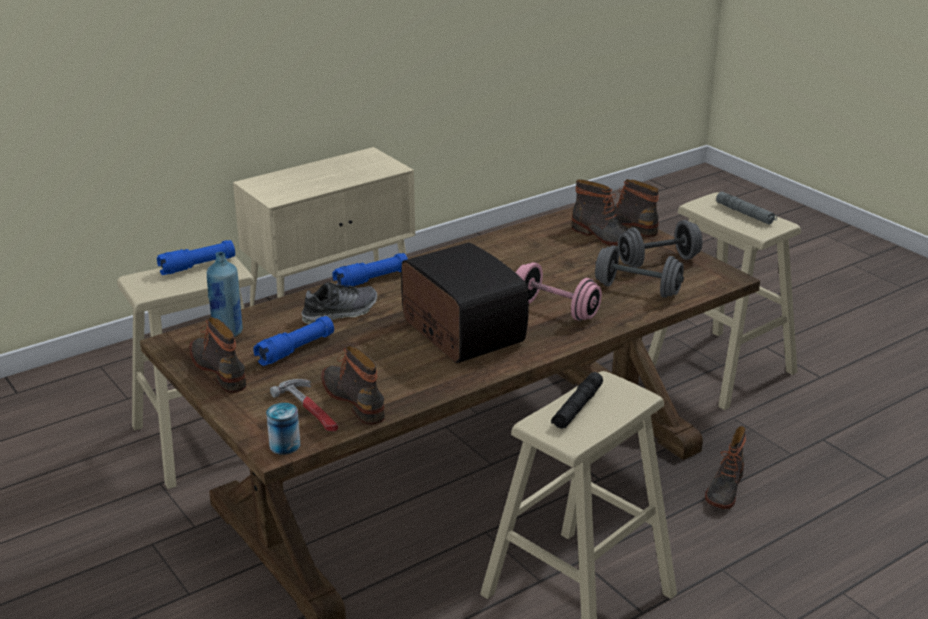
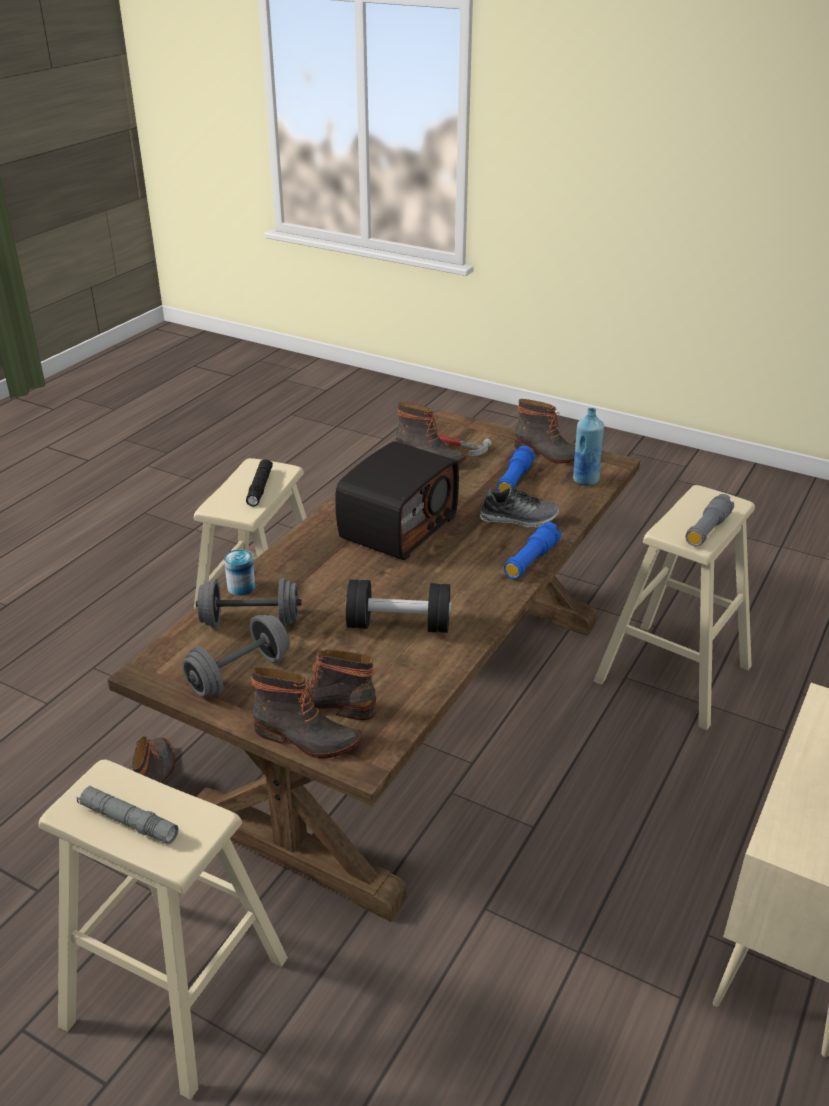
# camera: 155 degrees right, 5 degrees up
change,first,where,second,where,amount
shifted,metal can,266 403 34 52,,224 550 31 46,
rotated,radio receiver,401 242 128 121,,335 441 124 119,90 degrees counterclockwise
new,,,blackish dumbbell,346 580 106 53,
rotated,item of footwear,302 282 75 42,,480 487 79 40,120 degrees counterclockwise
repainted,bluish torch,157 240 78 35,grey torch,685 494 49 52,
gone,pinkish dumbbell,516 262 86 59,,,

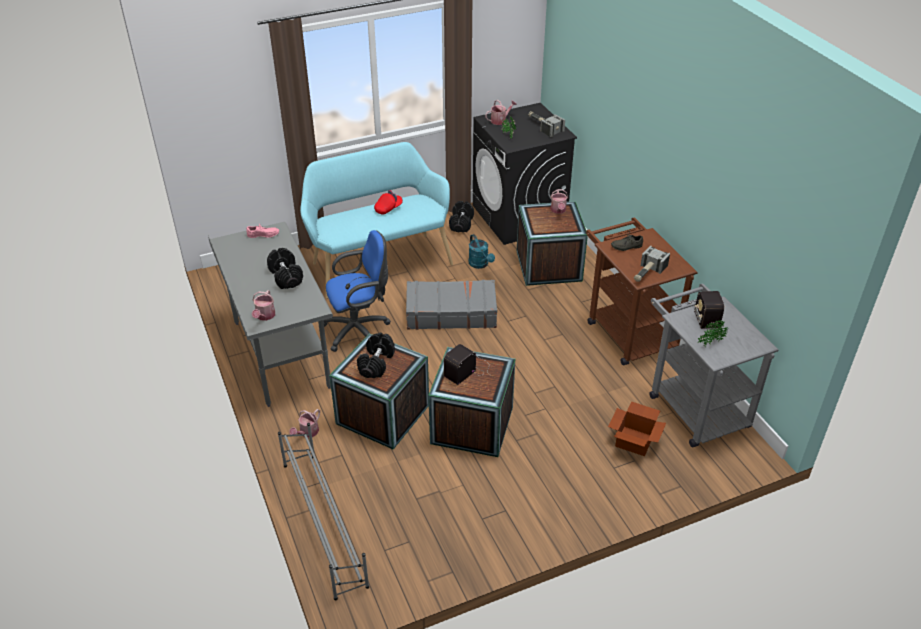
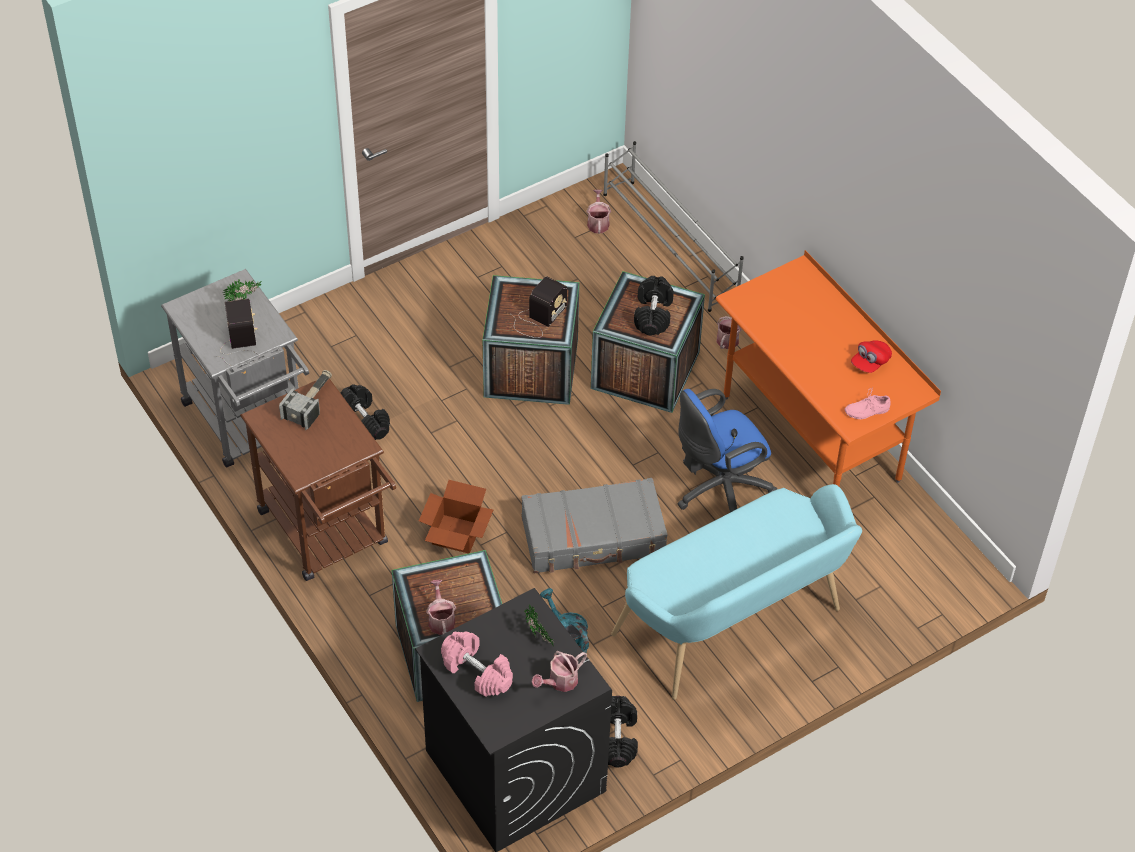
# camera: 170 degrees right, 10 degrees up
change,first,where,second,where,amount
shifted,blackish dumbbell,267 248 36 41,,341 384 49 56,
shifted,packing box,608 401 58 55,,419 480 75 74,
swapped,tool hammer,528 111 37 26,pinkish dumbbell,441 631 72 66,
shifted,watering can,251 290 24 31,,587 190 24 44,
repainted,grey desk unit,208 222 125 185,orange desk unit,715 250 226 236,
shifted,red baseball cap,374 190 29 25,,851 340 41 33,
gone,grey item of footwear,611 230 32 21,,,

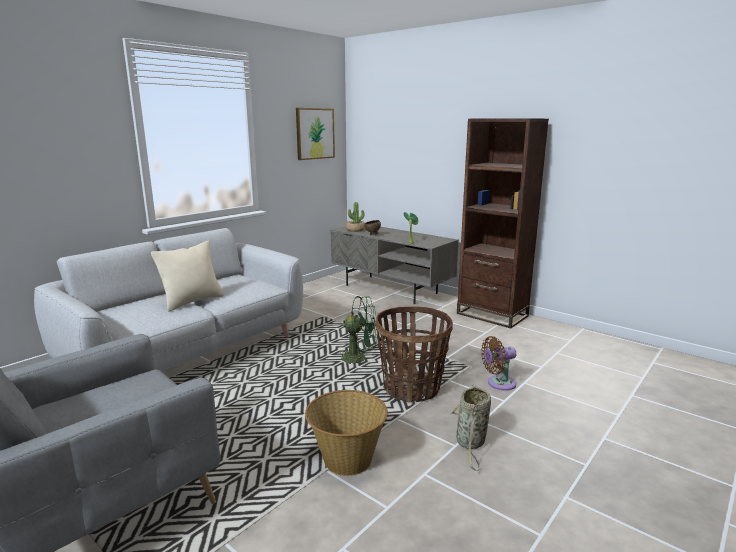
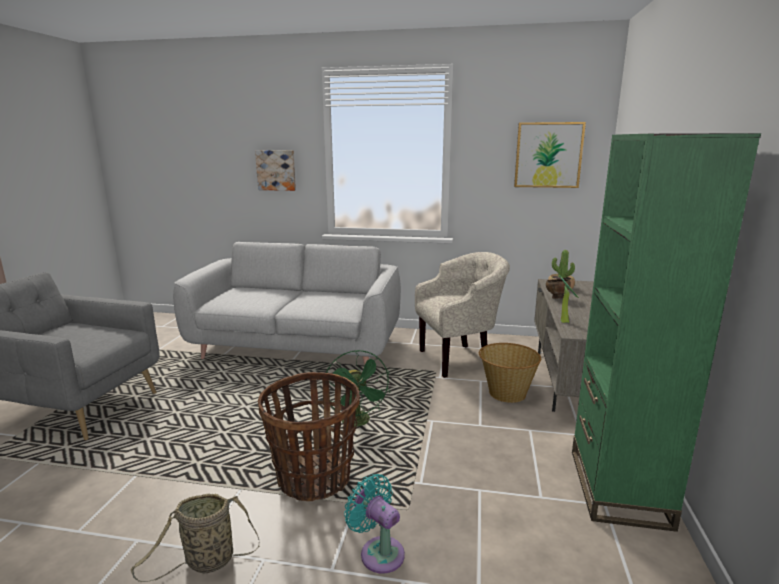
# camera: 60 degrees right, 0 degrees up
change,first,where,second,where,amount
new,,,wall art,255 150 41 41,
repainted,brown-coloured cooling fan,481 336 35 55,blue-green cooling fan,344 474 61 100,
new,,,beige lounge chair,415 252 95 126,
shifted,household basket,305 390 83 86,,479 343 62 60,
repainted,brown-coloured bookcase,457 118 92 210,greenish bookcase,572 133 189 399,
gone,beige pillow,151 241 73 70,,,

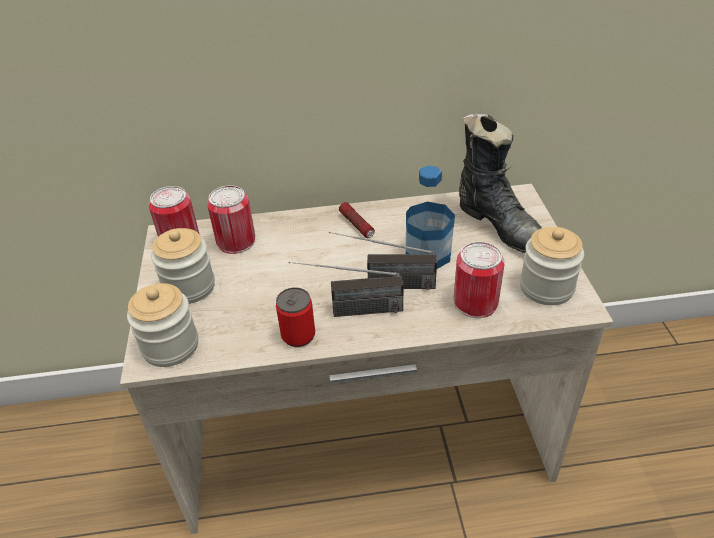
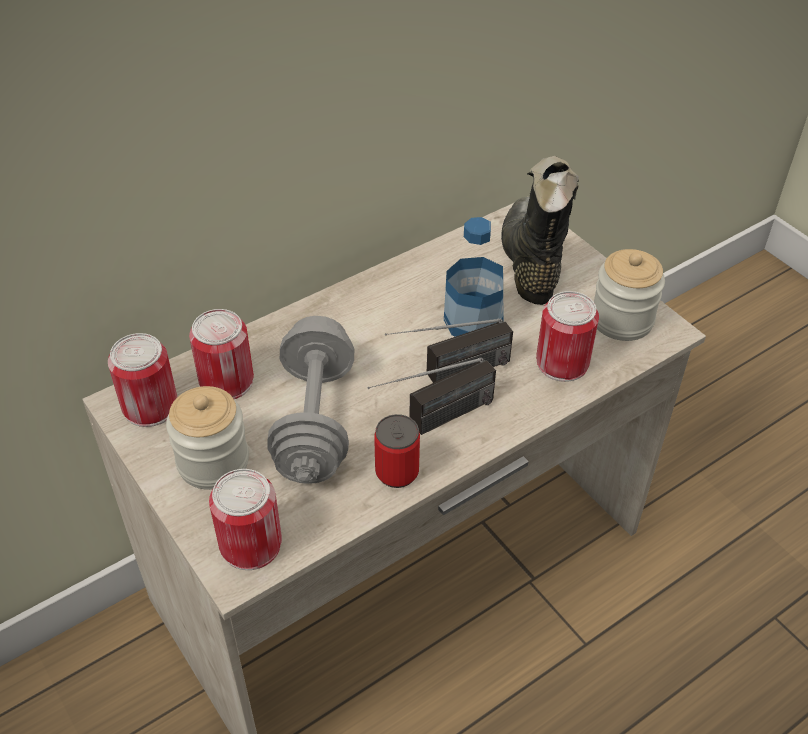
# camera: 30 degrees left, 5 degrees up
change,first,where,second,where,amount
swapped,storage jar,127 283 71 84,metal can,209 469 73 101,
new,,,grey dumbbell,268 316 86 168,
rotated,blackish boot,458 114 84 139,,501 156 78 149,120 degrees counterclockwise
gone,torch,339 202 36 36,,,

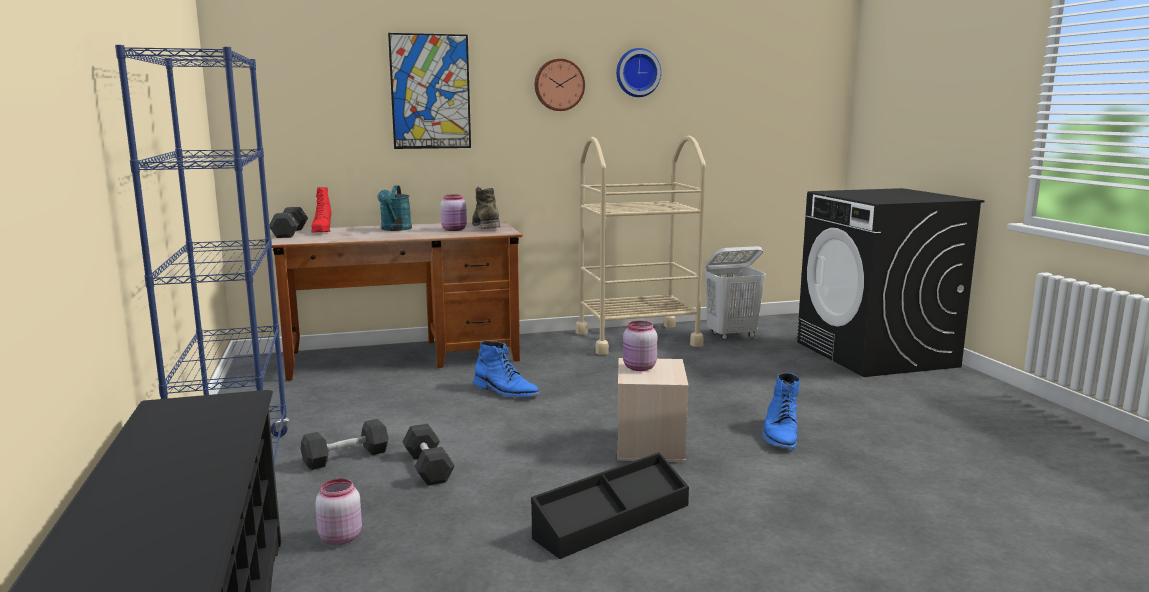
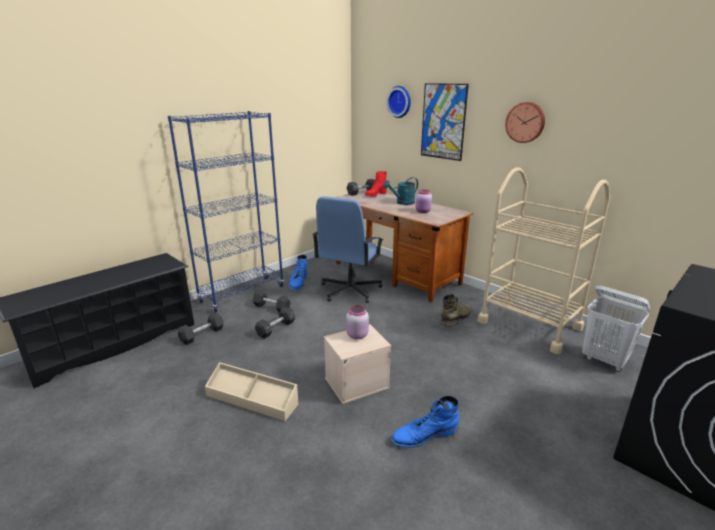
# camera: 60 degrees right, 10 degrees up
change,first,where,second,where,amount
swapped,pinkish storage jar,315 479 47 66,blackish dumbbell,178 313 46 32,
repainted,blackish storage container,531 452 158 107,beige storage container,205 362 93 59,
shifted,bluish boot,474 341 66 56,,289 255 18 35,
new,,,bluish computer chair,312 196 71 107,
shifted,hanging clock,616 48 45 49,,387 86 24 32,
shifted,greenish boot,472 187 28 42,,441 294 31 33,

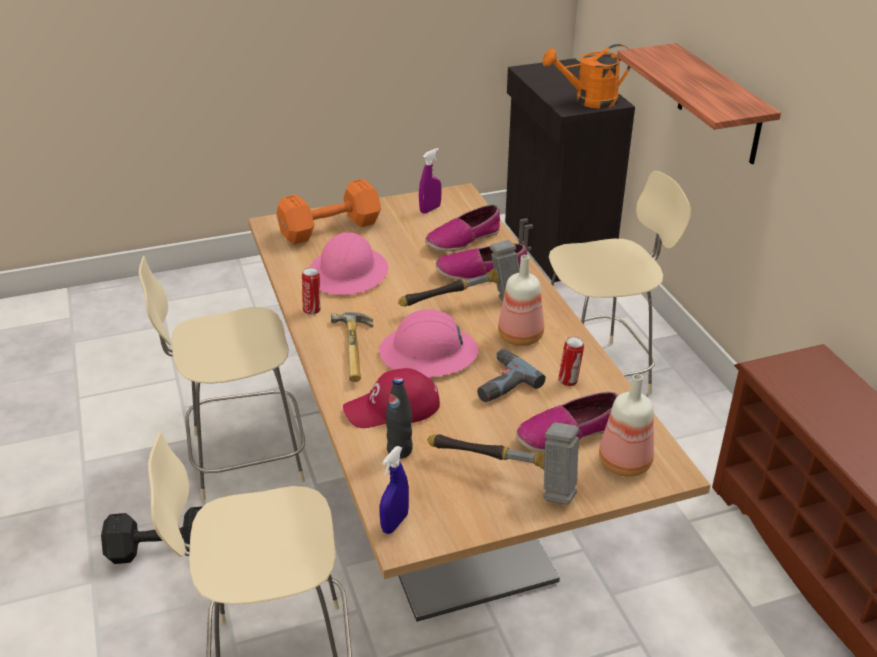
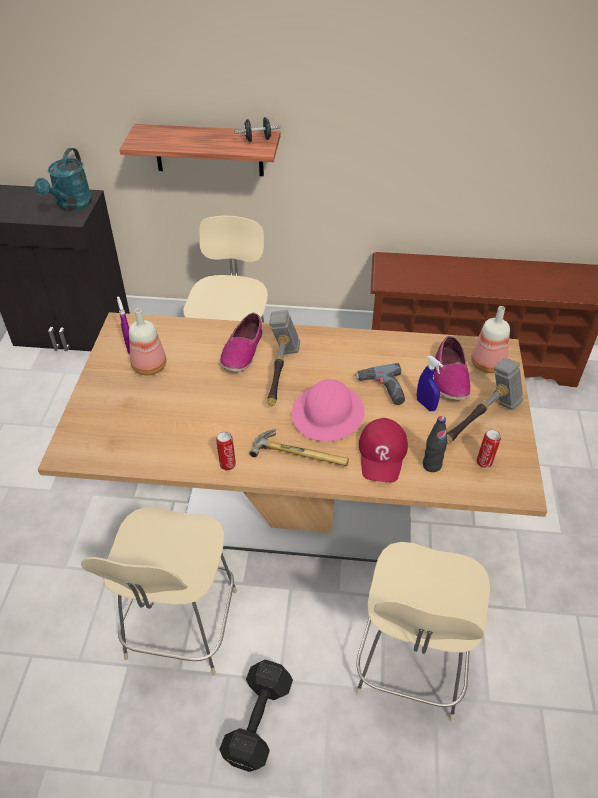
# camera: 65 degrees left, 10 degrees up
change,first,where,second,where,amount
repainted,orange watering can,543 44 87 65,blue-green watering can,34 148 58 63,
shifted,bottle,498 255 46 91,,129 308 37 67,
new,,,blackish dumbbell,234 117 47 25,
shifted,bluish hand sprayer,380 446 29 88,,417 356 26 55,
shifted,metal can,558 337 26 49,,476 429 25 39,
gone,orange dumbbell,276 179 105 65,,,
gone,pinkish work helmet,309 232 80 63,,,
gone,item of footwear,425 205 75 47,,,

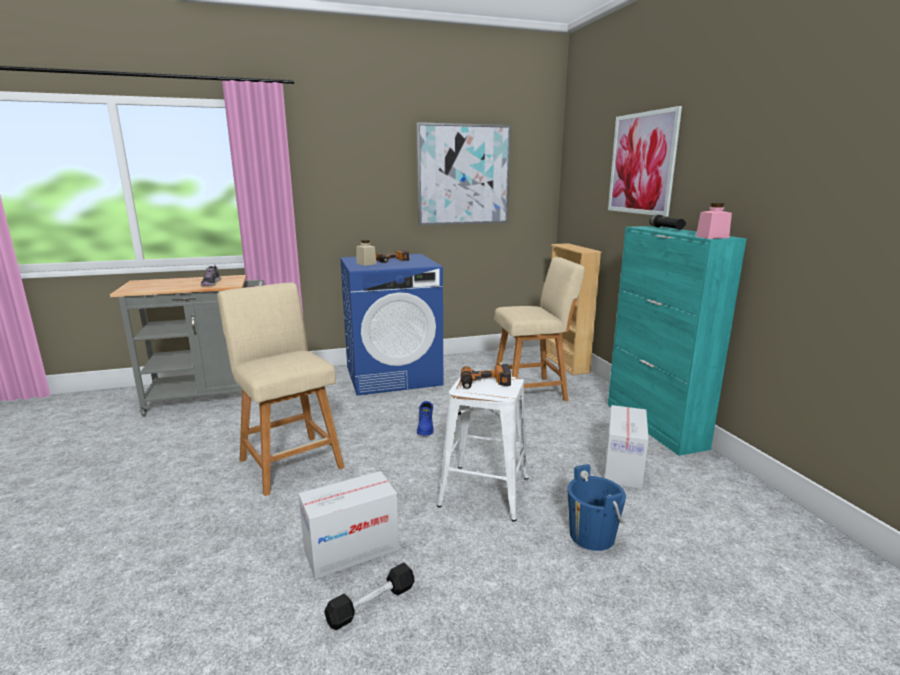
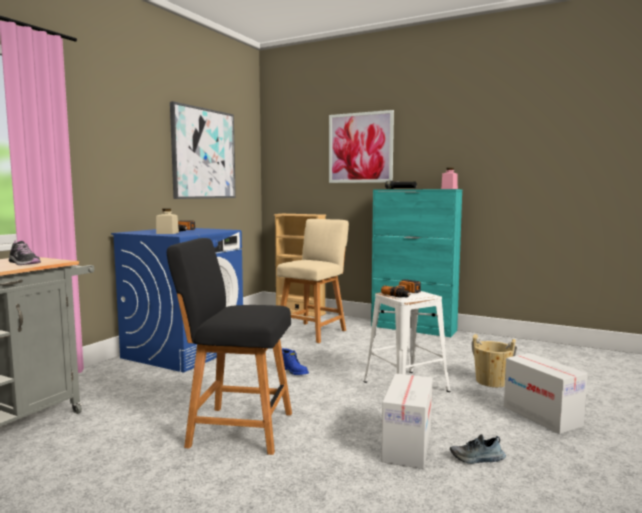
# camera: 45 degrees left, 10 degrees down
change,first,where,second,where,amount
repainted,beige sitting stool,217 283 128 213,blackish sitting stool,167 238 125 217,
swapped,blackish dumbbell,324 562 90 68,item of footwear,450 434 56 30,
repainted,bluish water bucket,567 464 59 87,beige water bucket,472 334 45 53,
shifted,packing box,605 405 44 84,,504 353 84 81,

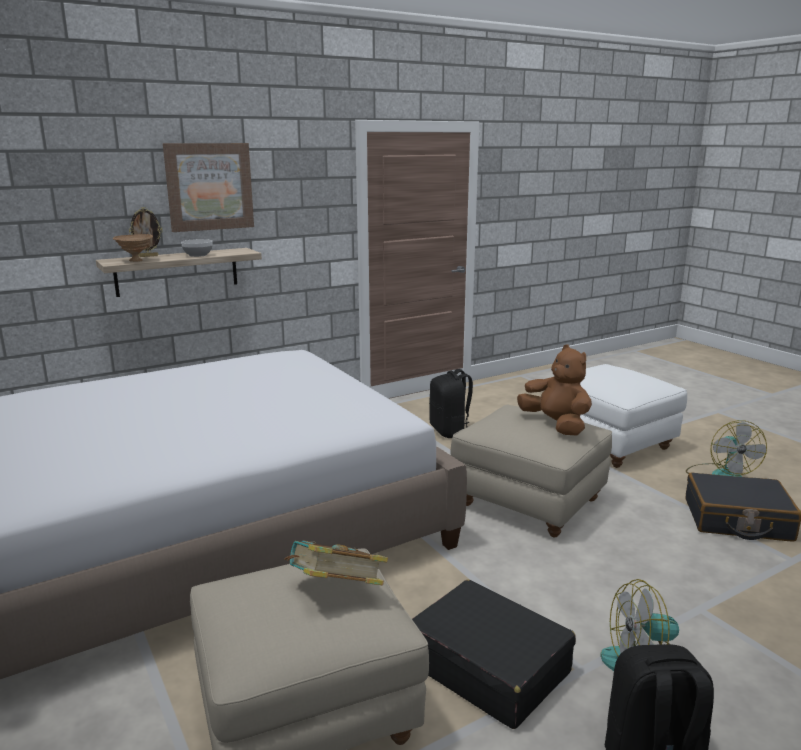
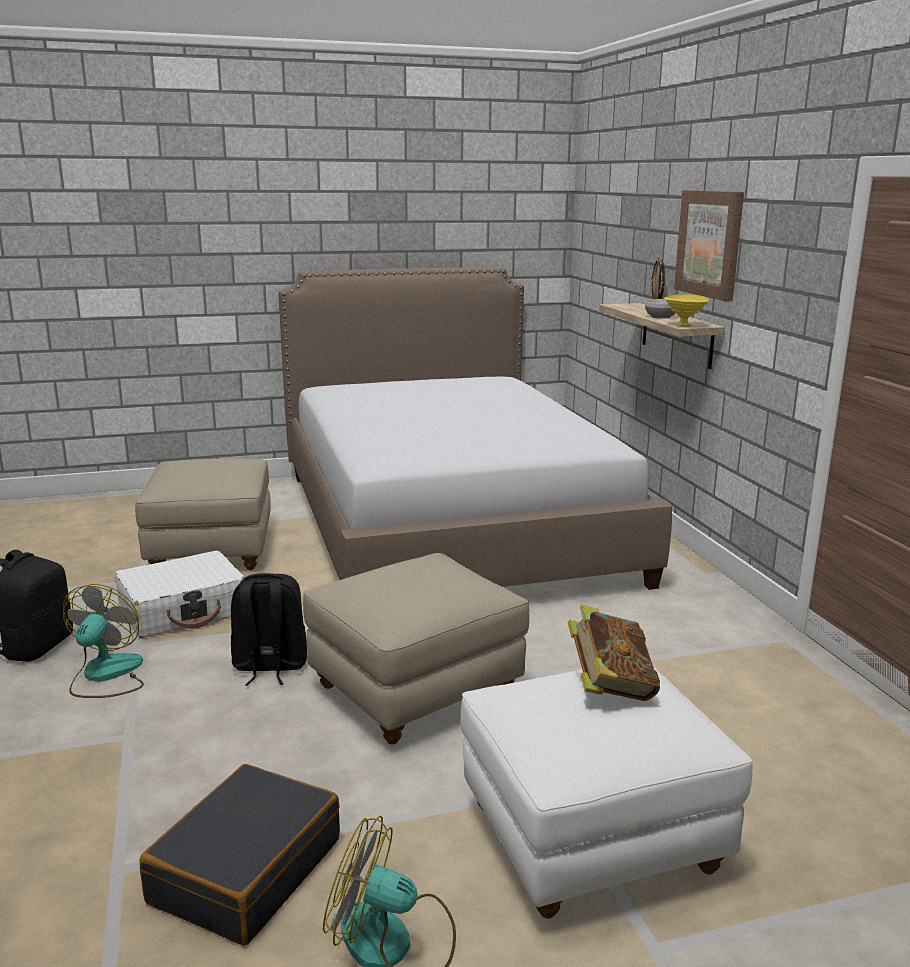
# camera: 105 degrees right, 0 degrees up
change,first,where,second,where,amount
repainted,blackish piece of luggage,412 579 164 150,white piece of luggage,115 551 130 87,
shifted,blackish knapsack,429 369 44 69,,231 573 76 113,
shifted,volume,284 540 104 46,,567 605 93 96,
new,,,yellowish bowl,664 294 46 32,
gone,brown-coloured bowl,113 234 40 28,,,
gone,brown-coloured cuddly toy,517 345 75 91,,,

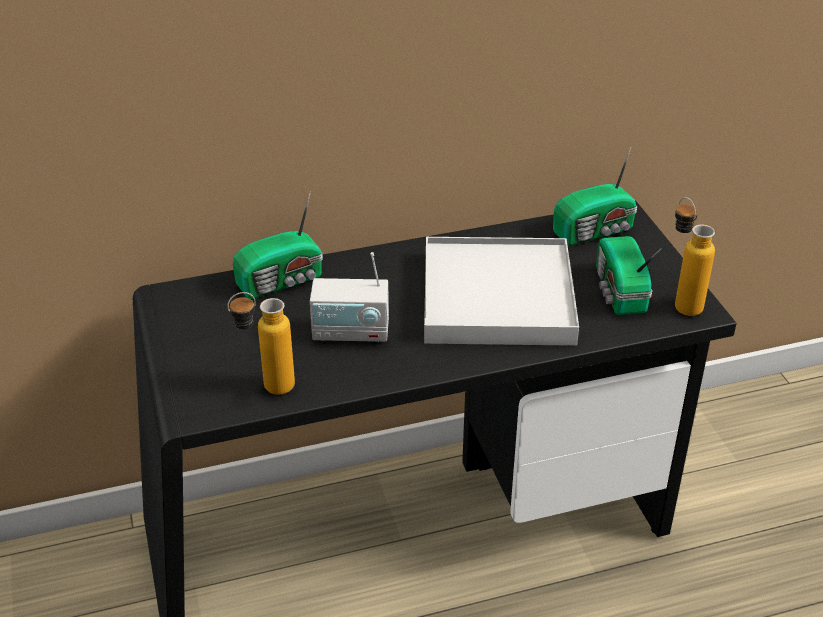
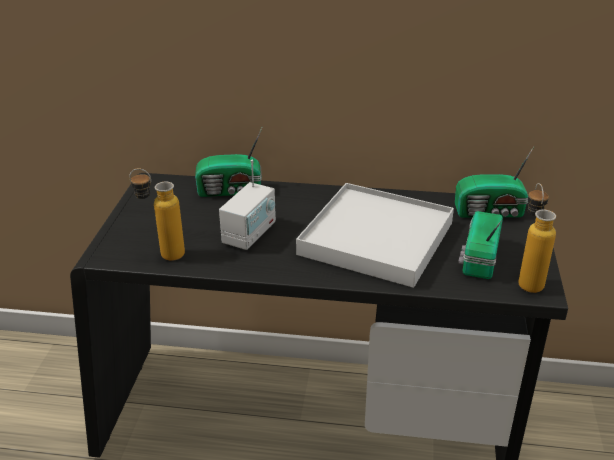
# camera: 25 degrees right, 5 degrees down
change,first,where,second,where,amount
rotated,radio receiver,310 252 79 91,,219 159 57 91,90 degrees counterclockwise

